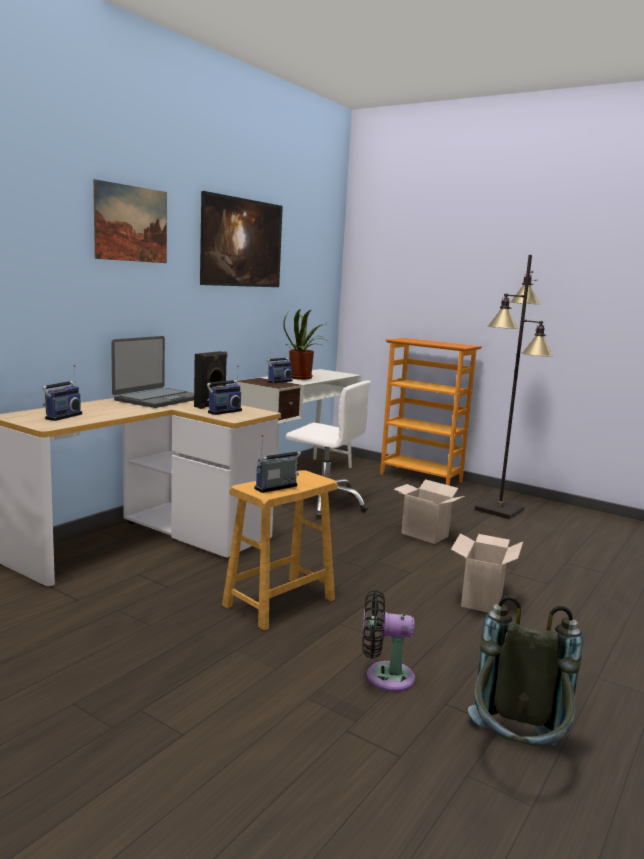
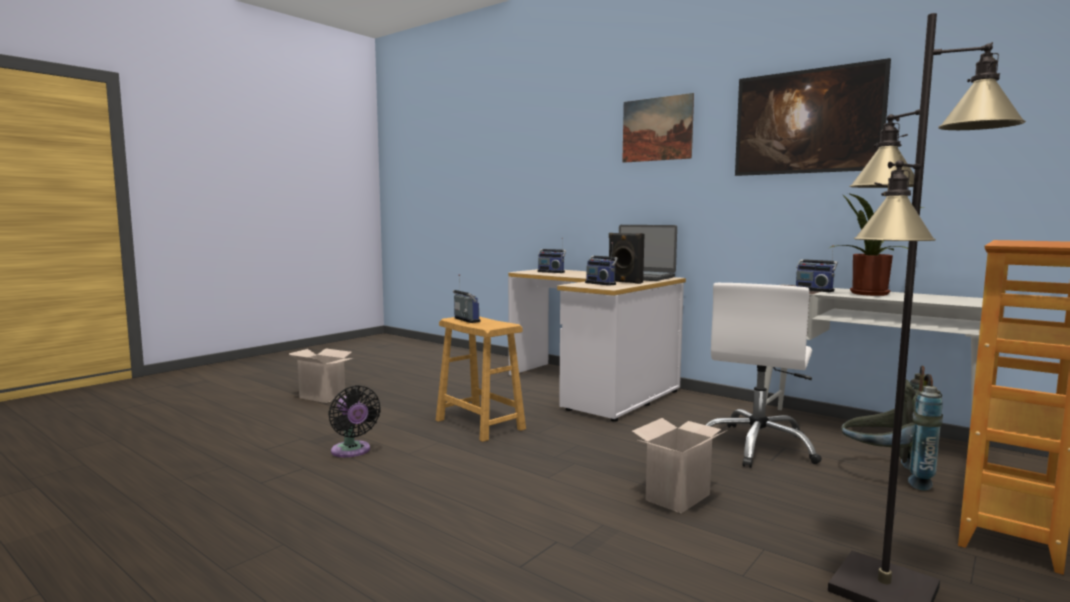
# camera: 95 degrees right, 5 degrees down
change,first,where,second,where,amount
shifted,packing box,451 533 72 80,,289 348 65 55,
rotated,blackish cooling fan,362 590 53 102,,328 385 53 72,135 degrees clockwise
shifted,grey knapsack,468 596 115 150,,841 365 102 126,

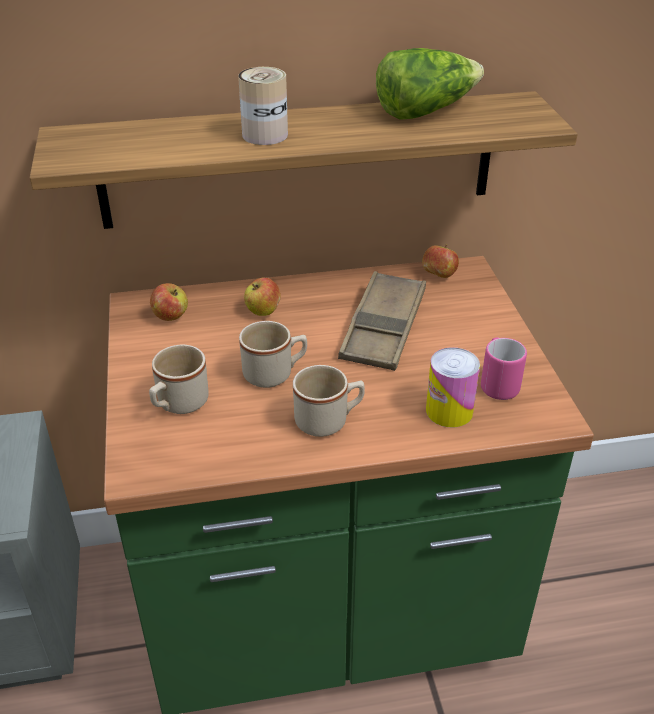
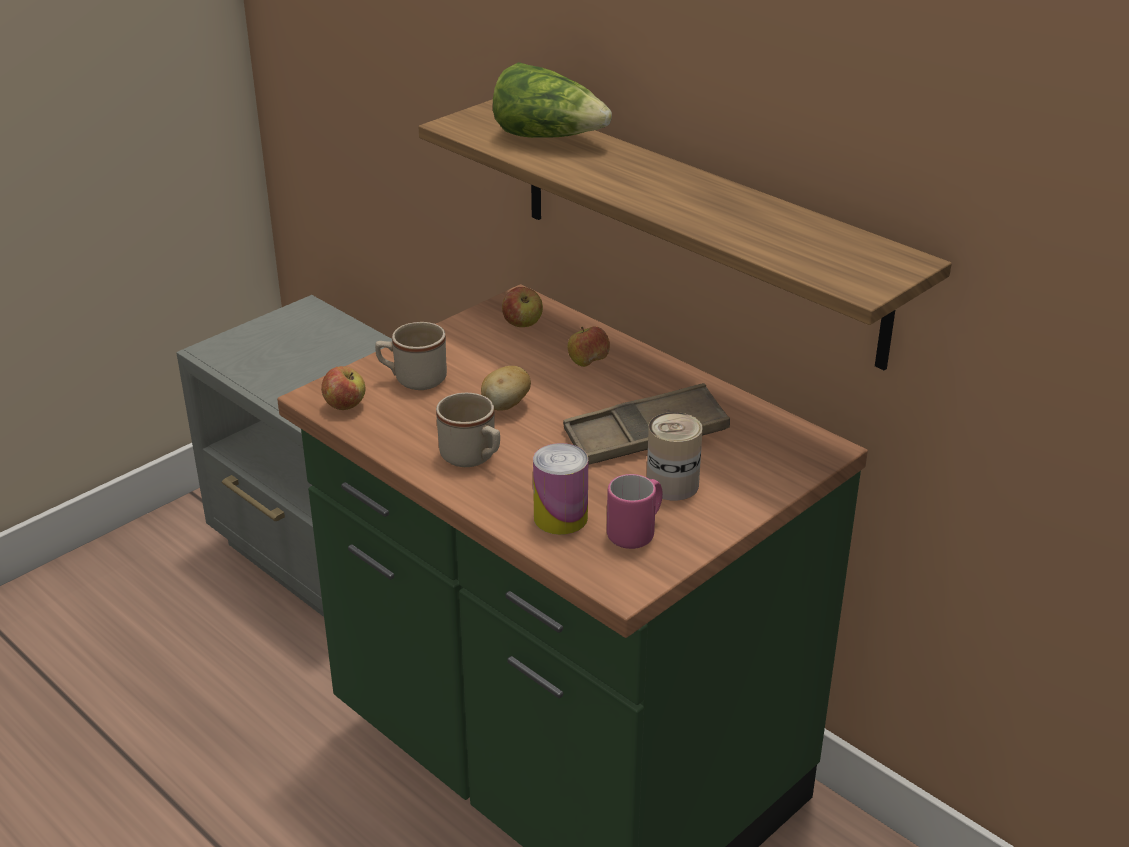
# camera: 55 degrees right, 5 degrees down
change,first,where,second,where,amount
shifted,apple fruit,423 245 36 33,,321 366 45 44,
swapped,beige coffee mug,239 321 68 67,potato,481 366 50 45,
shifted,lettuce,376 48 108 72,,493 62 119 76,
shifted,metal can,238 67 50 78,,647 412 56 88,

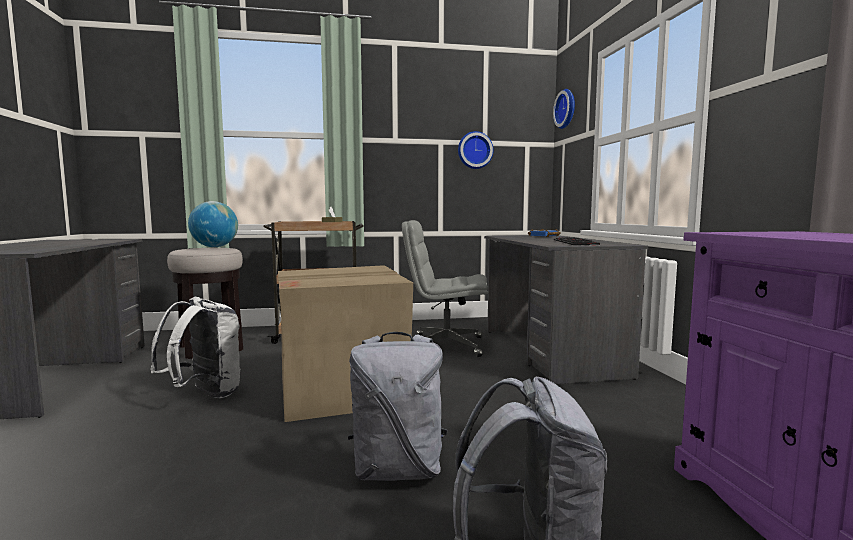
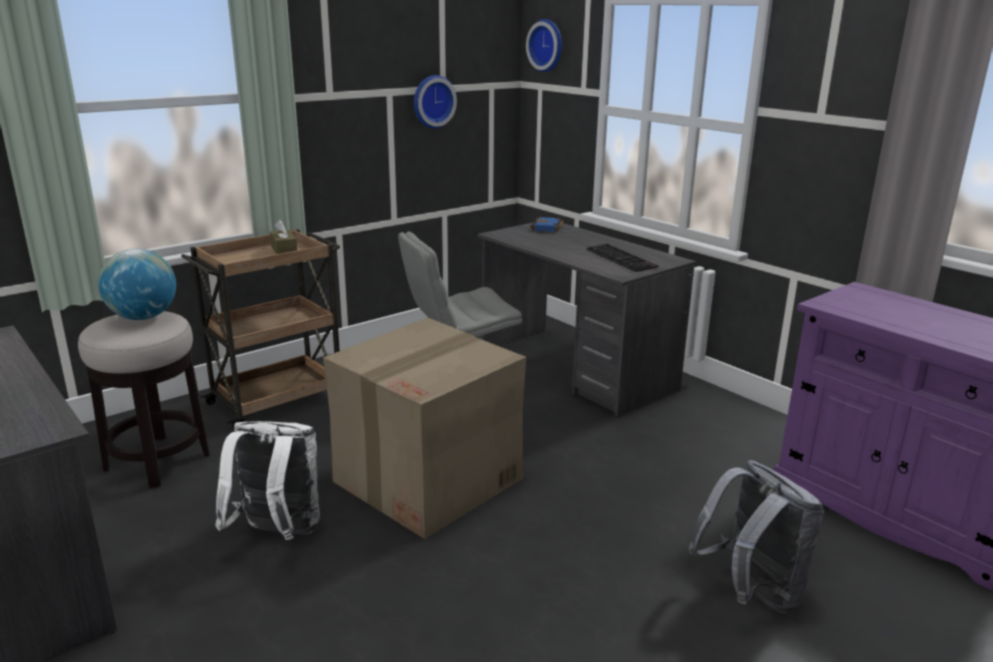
# camera: 30 degrees left, 15 degrees up
change,first,where,second,where,amount
gone,grey knapsack,348 332 100 149,,,

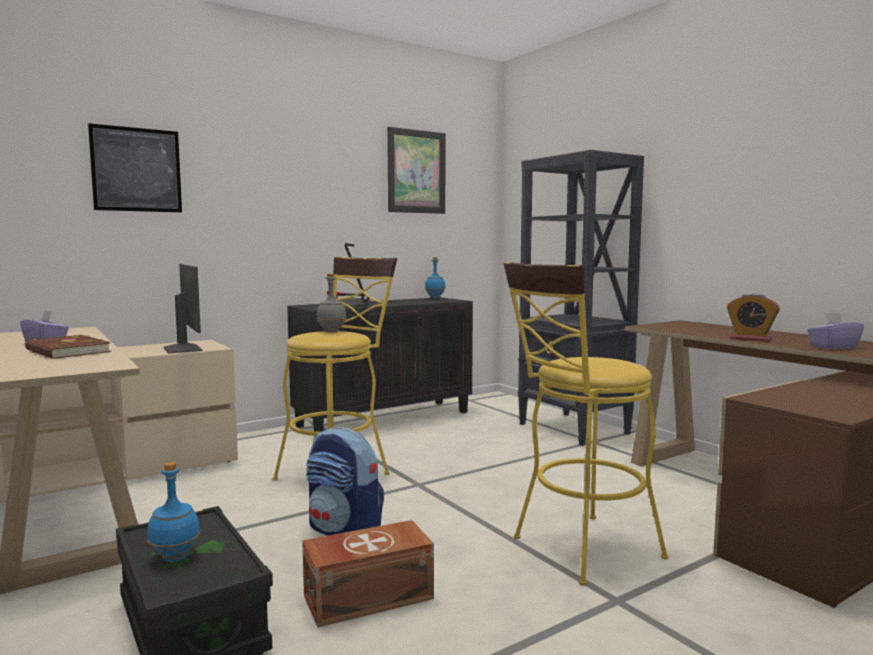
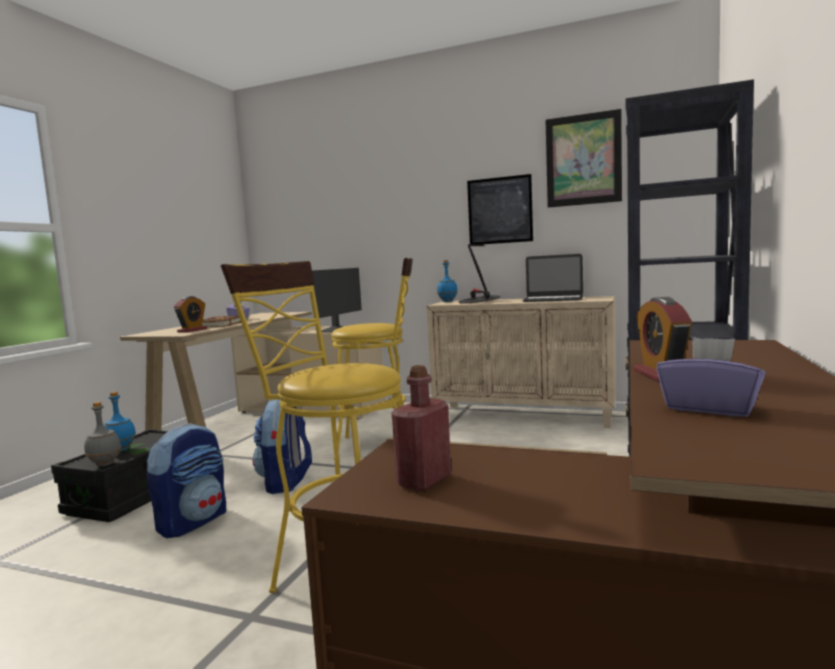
# camera: 55 degrees right, 0 degrees up
change,first,where,second,where,amount
shifted,grey bottle,317 273 29 60,,84 402 37 65,
swapped,brown-coloured storage container,302 520 132 108,knapsack,147 423 79 115,
new,,,table clock,174 296 33 37,
new,,,red bottle,392 365 59 126,
repainted,blackish cabinet,287 297 186 135,beige cabinet,427 296 189 132,
shifted,bluish bottle,425 257 20 41,,437 260 21 42,
shifted,wall art,88 123 94 89,,467 174 66 70,
new,,,portable computer,522 254 61 48,

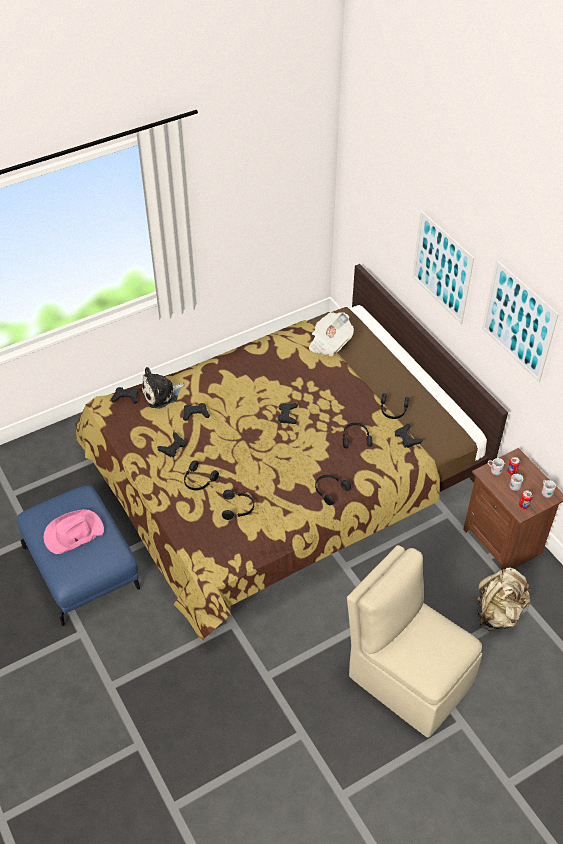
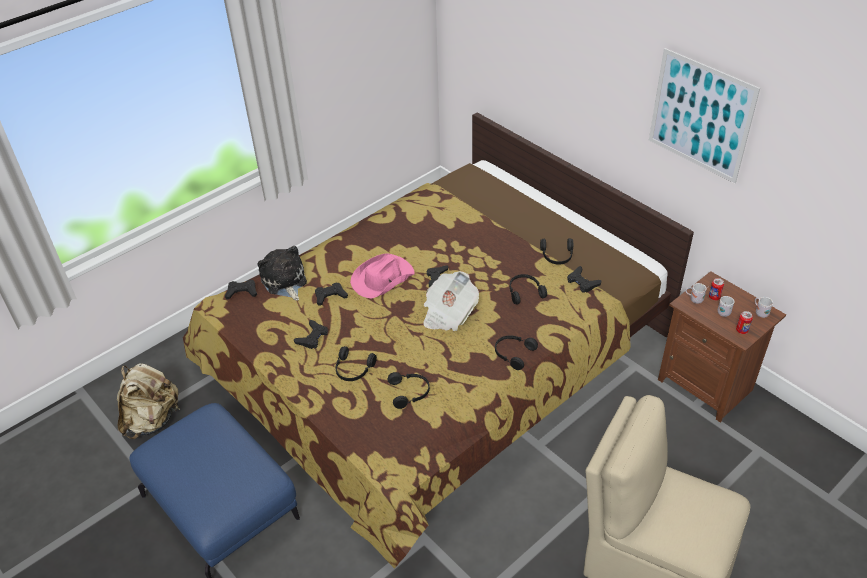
# camera: 10 degrees left, 5 degrees down
change,first,where,second,where,amount
shifted,beige knapsack,477 568 55 63,,117 363 64 76,
rotated,cuddly toy,141 367 44 42,,258 246 49 55,105 degrees clockwise
shifted,pinkish clothing hat,44 509 60 45,,350 253 65 46,
shifted,newspaper,309 312 45 44,,423 271 56 60,
gone,wall art,412 211 62 113,,,

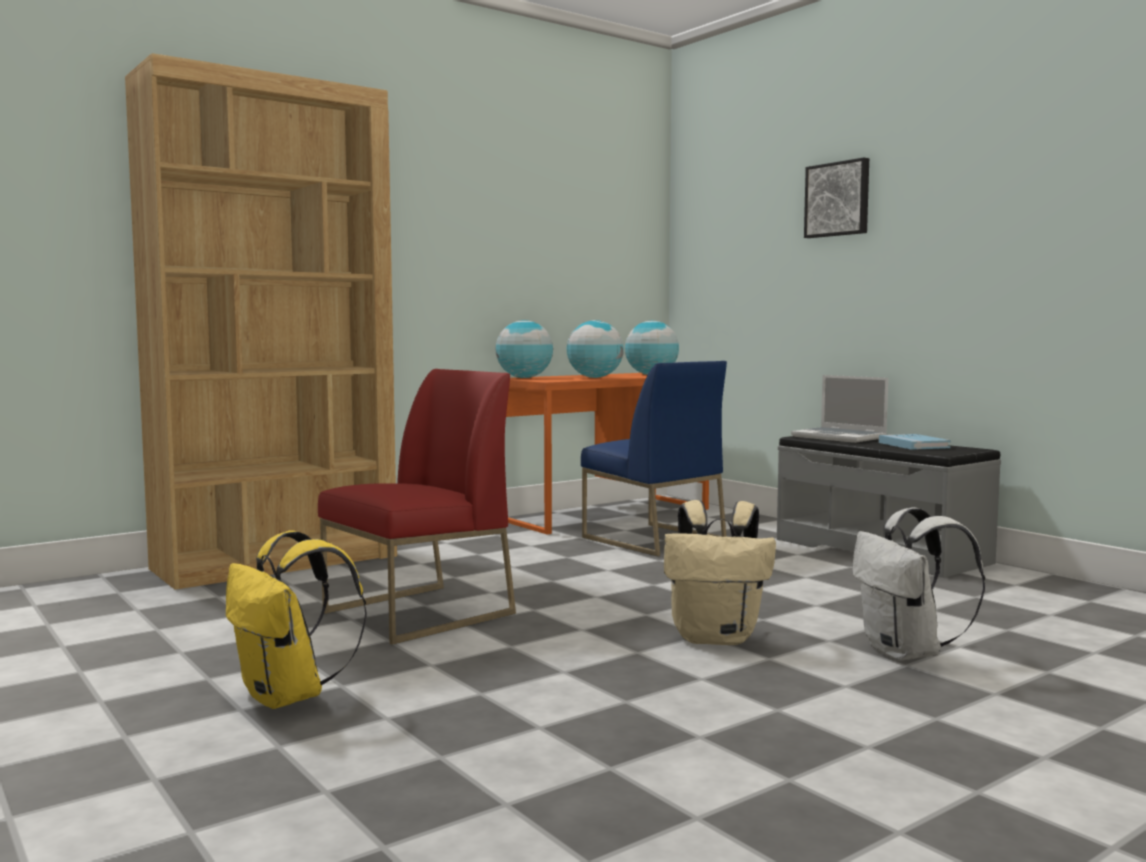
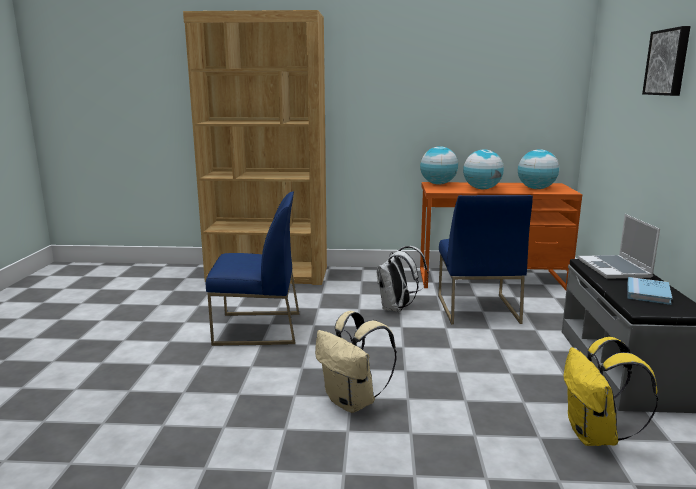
# camera: 40 degrees right, 10 degrees up
change,first,where,second,where,amount
repainted,red chair,318 369 198 276,bluish chair,206 191 93 155,
shifted,white knapsack,853 507 132 154,,377 246 51 66,
shifted,yellowish knapsack,226 530 141 179,,564 337 94 109,

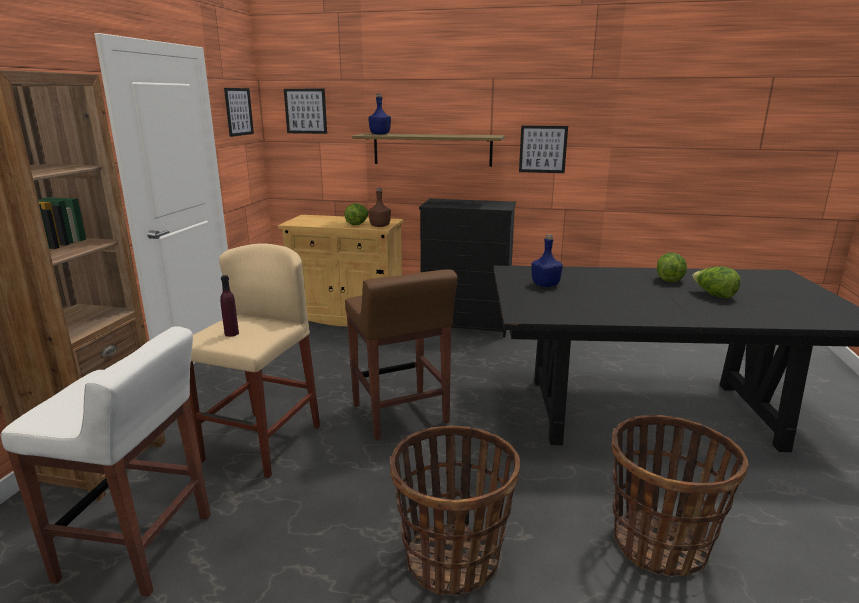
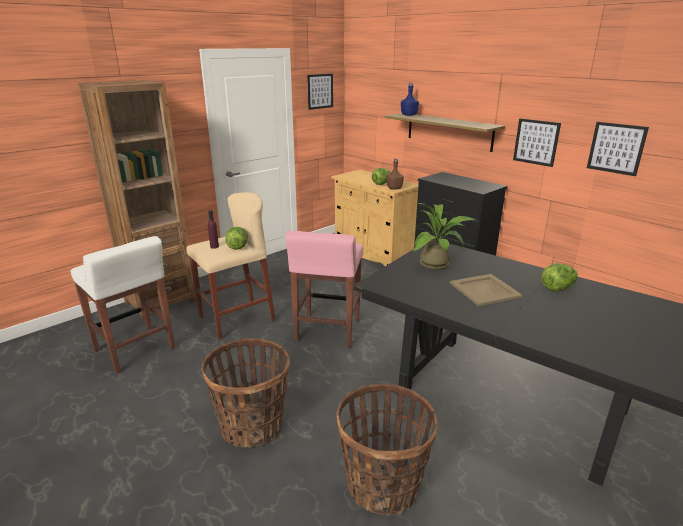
# camera: 35 degrees right, 5 degrees up
change,first,where,second,where,amount
shifted,lettuce,692 266 49 32,,225 227 23 23,
repainted,brown-coloured sitting stool,345 269 113 171,pinkish sitting stool,285 231 78 116,
swapped,bluish bottle,531 234 32 53,plant in a pot,413 203 63 67,
new,,,beige carrying tray,450 274 73 32,
shifted,wall art,284 89 43 45,,587 122 62 54,

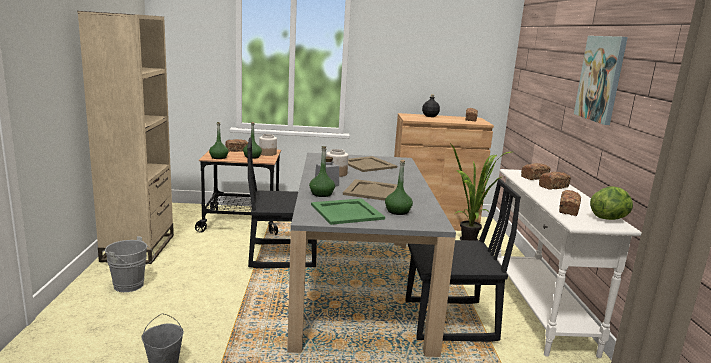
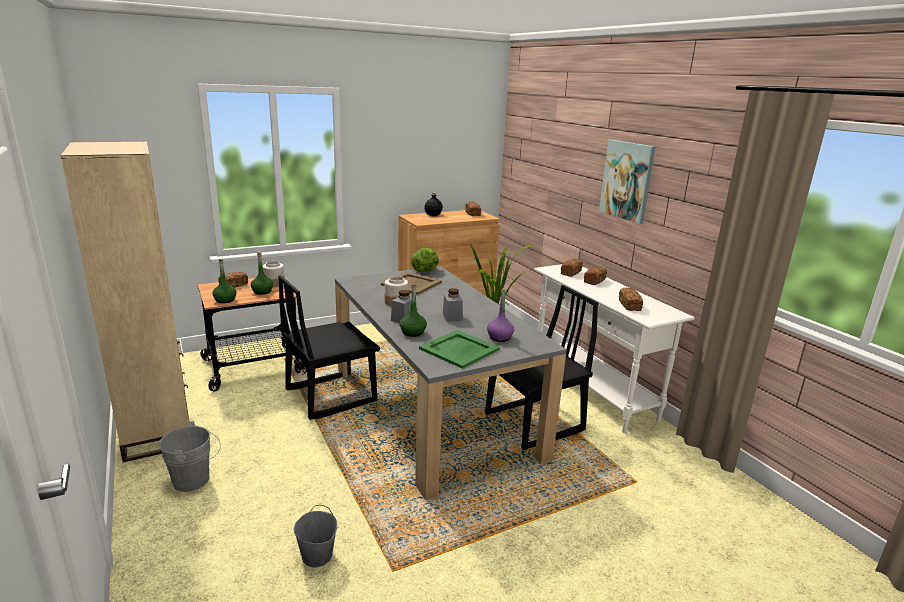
# camera: 25 degrees left, 5 degrees up
change,first,where,second,where,amount
shifted,lettuce,590 187 43 33,,411 248 28 24,
swapped,beige carrying tray,343 179 54 22,grey storage jar,443 288 20 34,
repainted,greenish bottle,385 160 28 55,purple bottle,487 288 27 54,

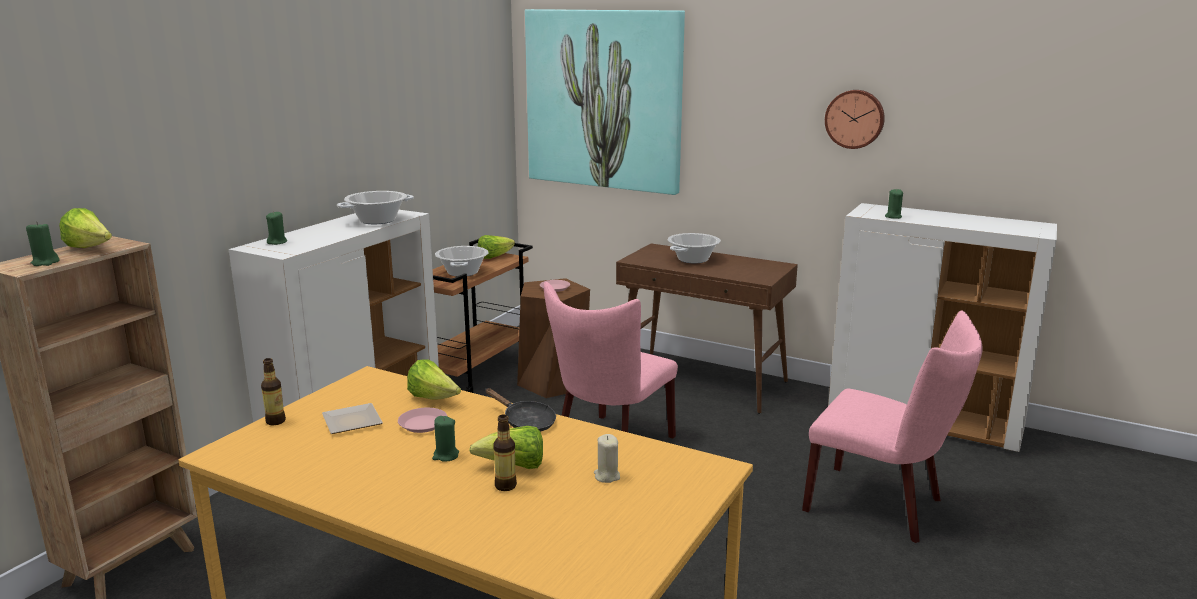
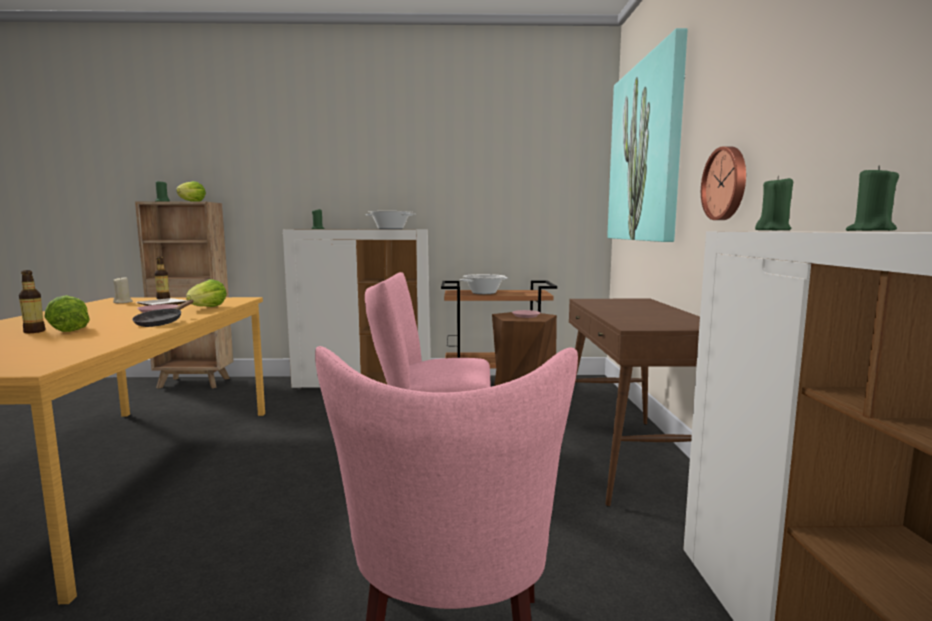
# camera: 60 degrees right, 10 degrees down
change,first,where,second,where,amount
shifted,beige candle,594 434 26 49,,113 276 20 27,
shifted,hanging clock,825 90 60 59,,701 146 45 74,
shifted,greenish candle,432 416 27 46,,846 165 53 66,
gone,lettuce,478 235 37 24,,,
gone,saucepot,668 233 53 30,,,

